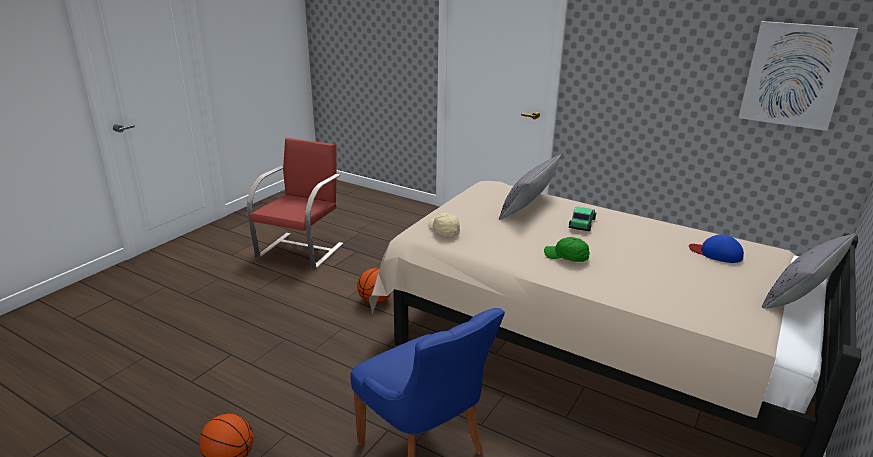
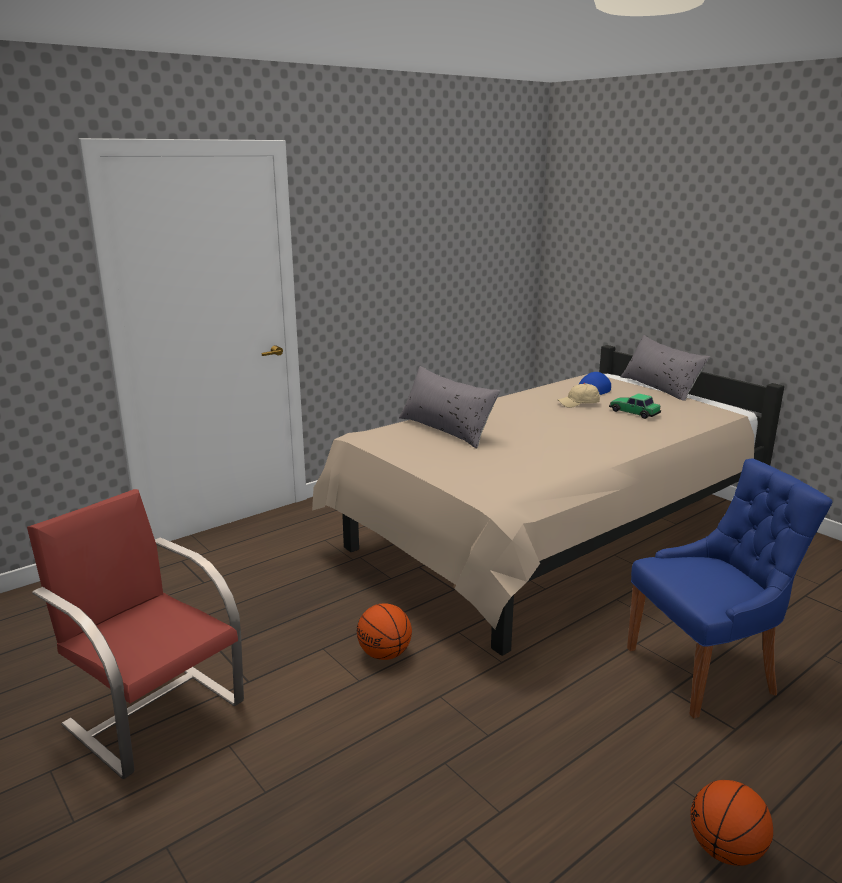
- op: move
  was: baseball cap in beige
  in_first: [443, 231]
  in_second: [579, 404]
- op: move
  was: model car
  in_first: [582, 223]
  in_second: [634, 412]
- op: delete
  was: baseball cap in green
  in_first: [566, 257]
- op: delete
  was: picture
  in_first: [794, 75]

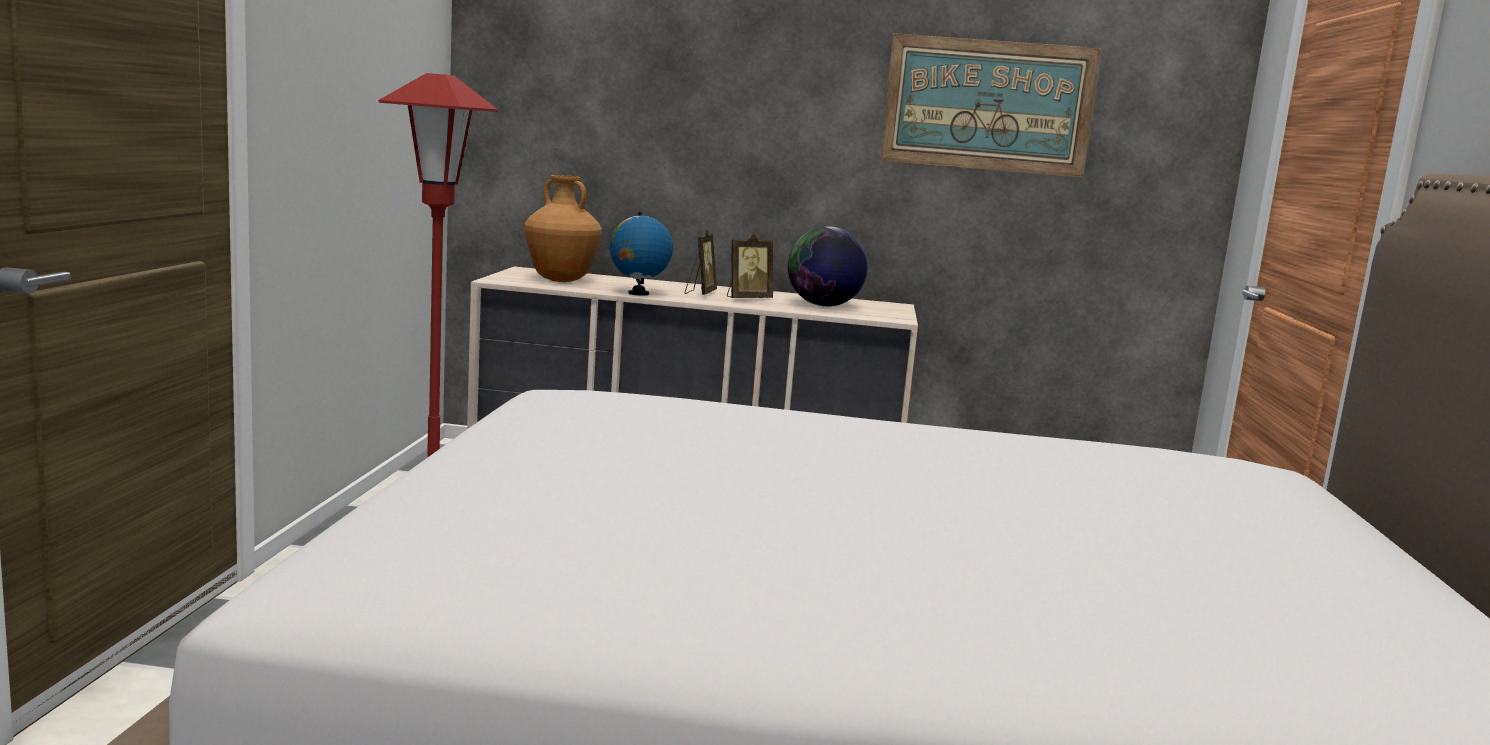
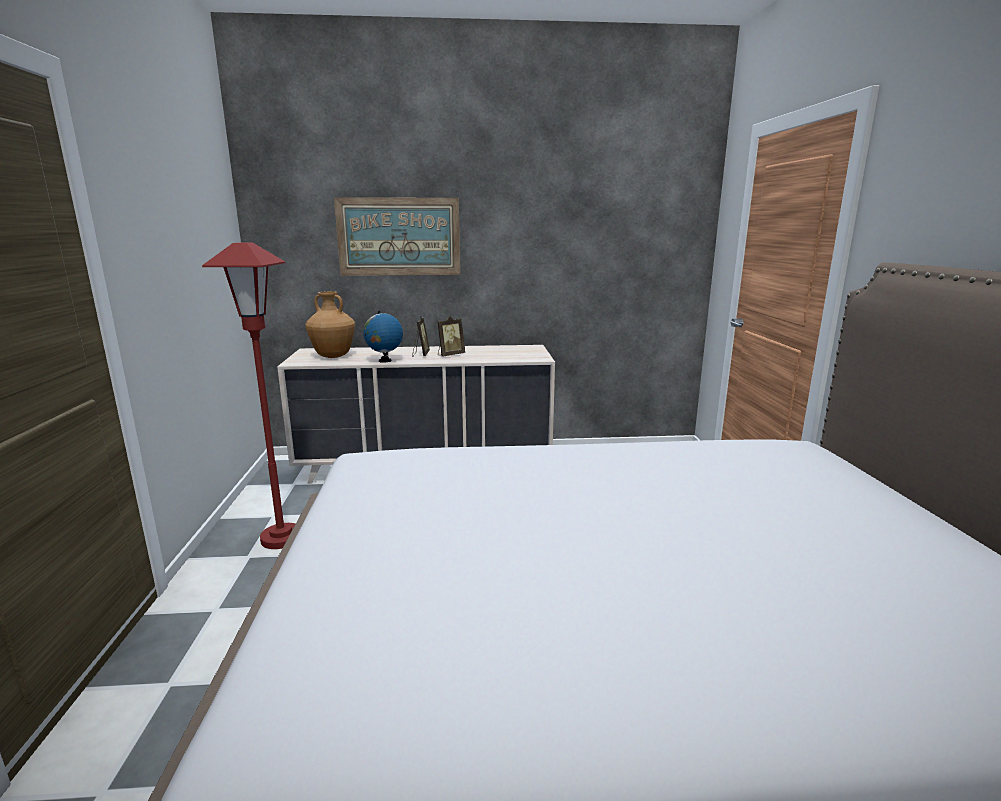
- op: move
  was: picture
  in_first: [987, 105]
  in_second: [399, 237]
- op: delete
  was: globe
  in_first: [823, 305]

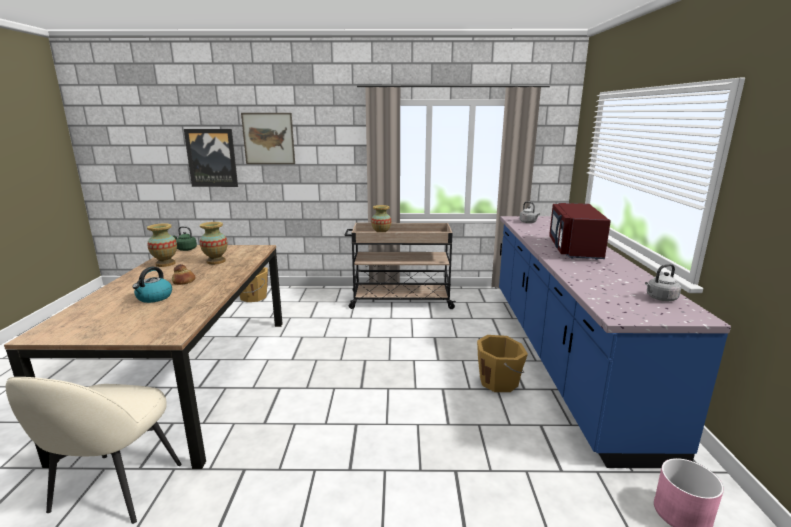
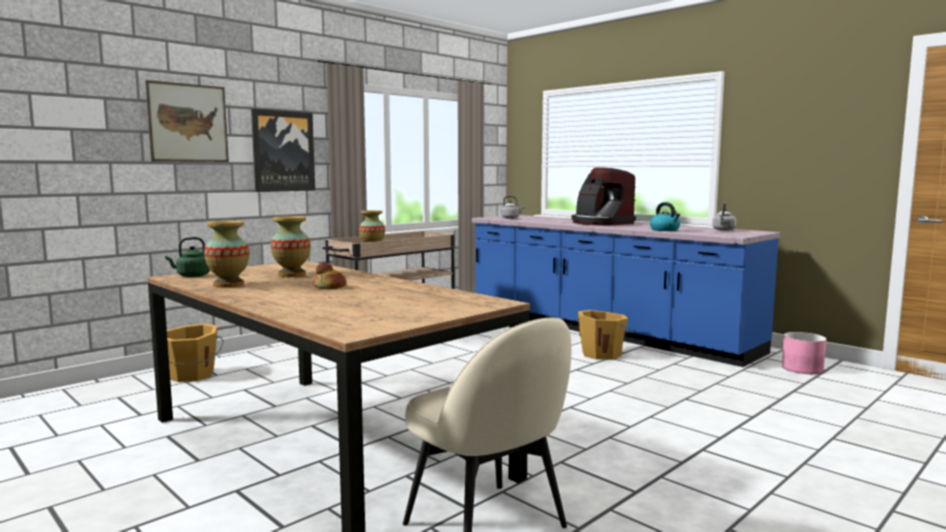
- op: move
  was: picture
  in_first: [212, 158]
  in_second: [283, 151]
- op: replace
  was: kitchen microwave in red
  now: coffee brewer
  in_first: [573, 249]
  in_second: [601, 223]
- op: move
  was: water kettle
  in_first: [154, 298]
  in_second: [665, 230]

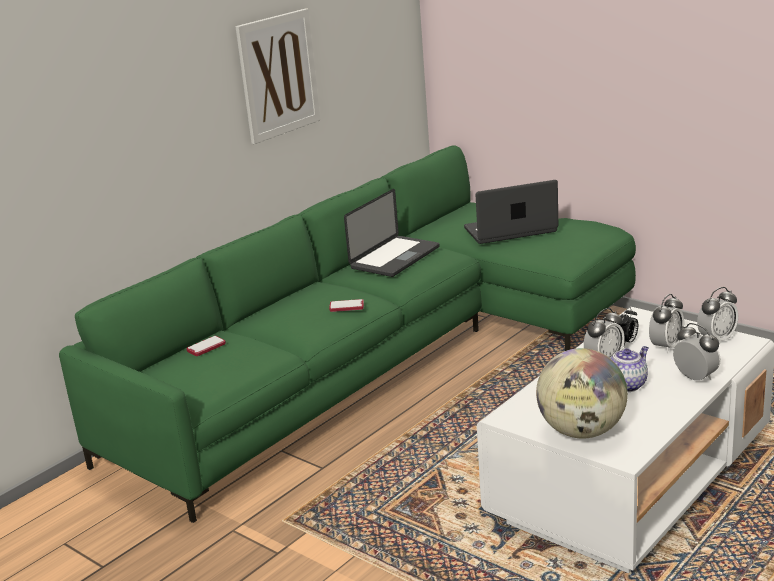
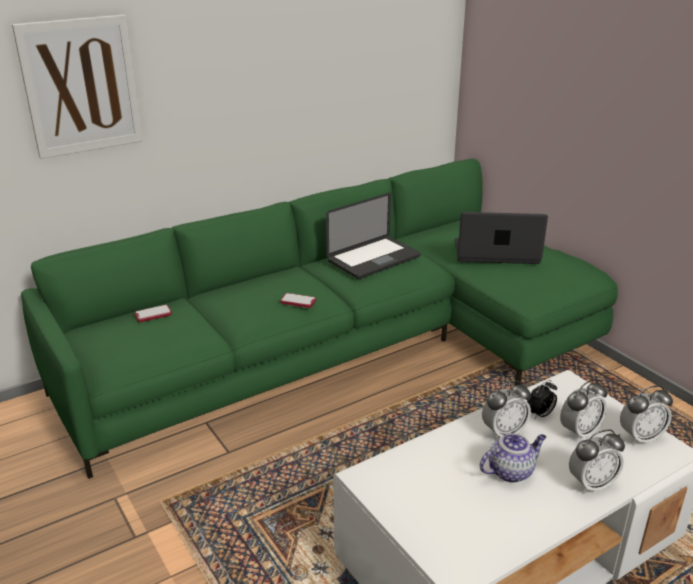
- op: move
  was: picture
  in_first: [278, 75]
  in_second: [81, 86]
- op: rotate
  was: table clock
  in_first: [695, 378]
  in_second: [591, 484]
  clockwise: 90
- op: delete
  was: globe
  in_first: [581, 431]

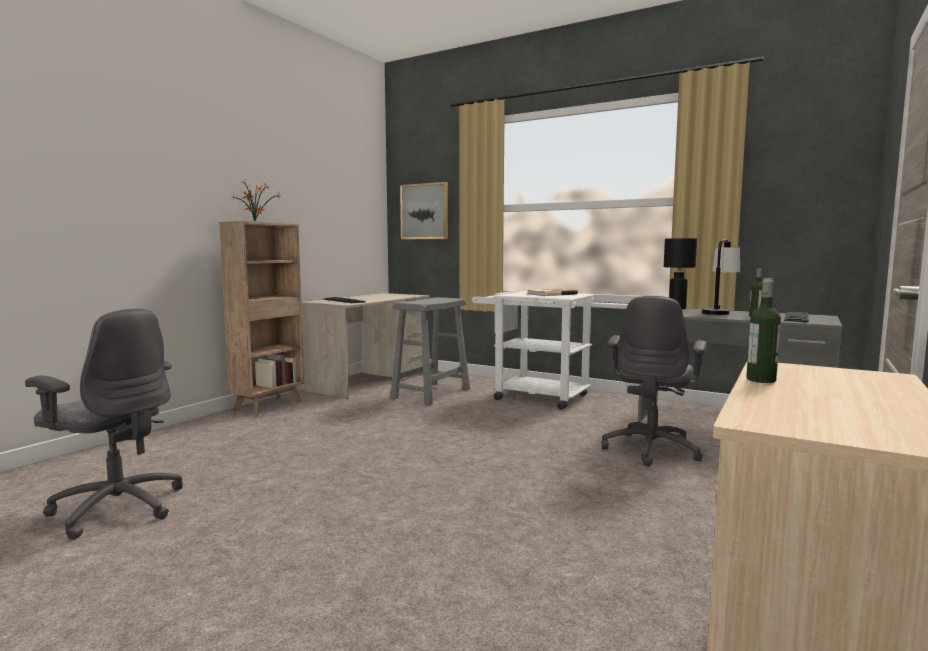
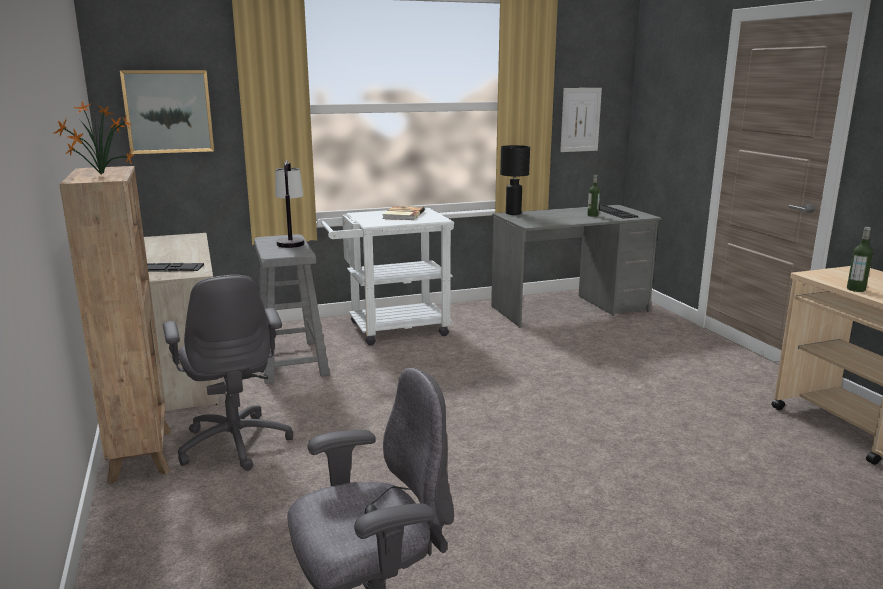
- op: move
  was: office chair in grey
  in_first: [651, 449]
  in_second: [235, 443]
- op: move
  was: lamp for a table
  in_first: [719, 312]
  in_second: [290, 241]
- op: insert
  now: picture
  in_second: [580, 120]

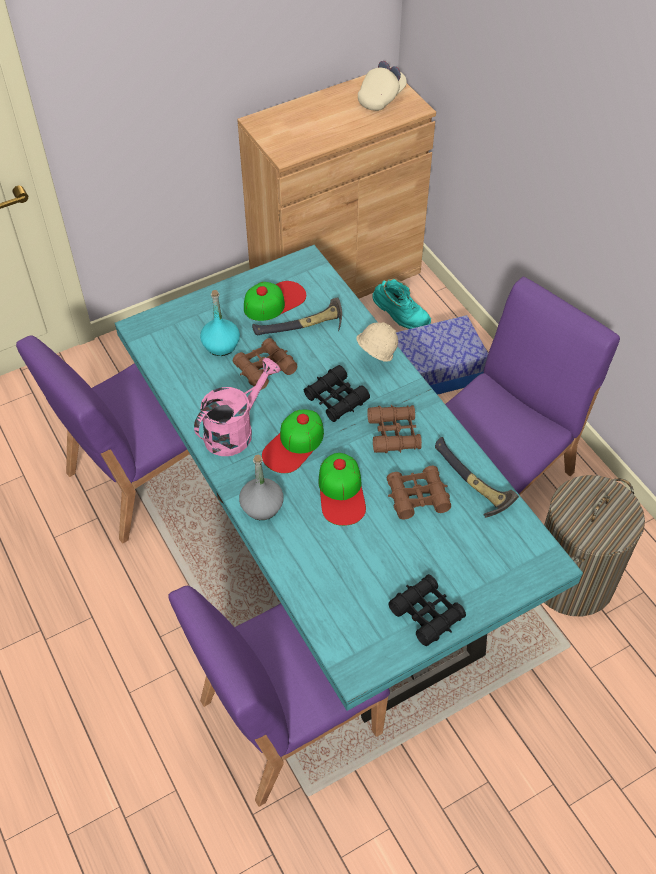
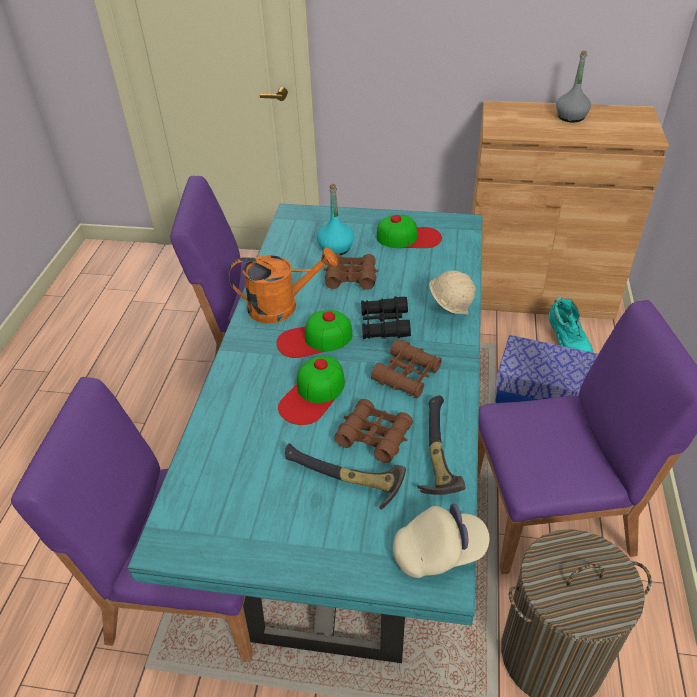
- op: recolor
  was: watering can in pink-coloured
  now: watering can in orangey
  in_first: [235, 430]
  in_second: [282, 307]
- op: move
  was: tool hammer
  in_first: [302, 329]
  in_second: [345, 481]
- op: move
  was: baseball cap in beige
  in_first: [381, 97]
  in_second: [439, 552]
- op: move
  was: drink bottle in grey
  in_first: [262, 507]
  in_second: [571, 117]
- op: delete
  was: pair of binoculars in black
  in_first: [426, 613]

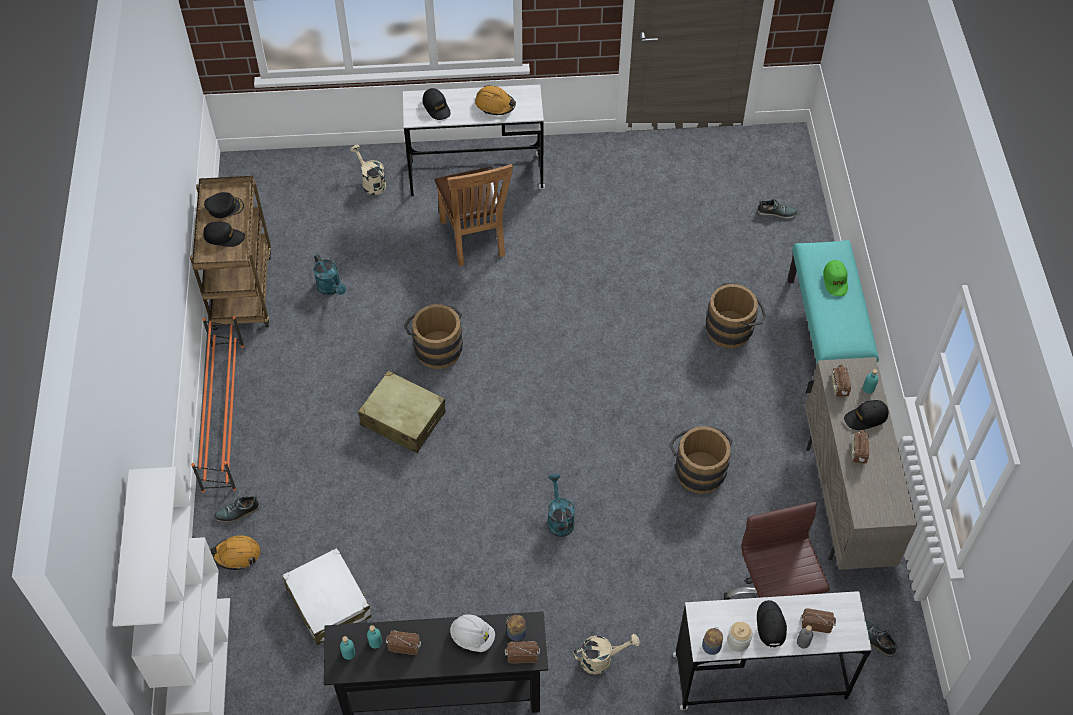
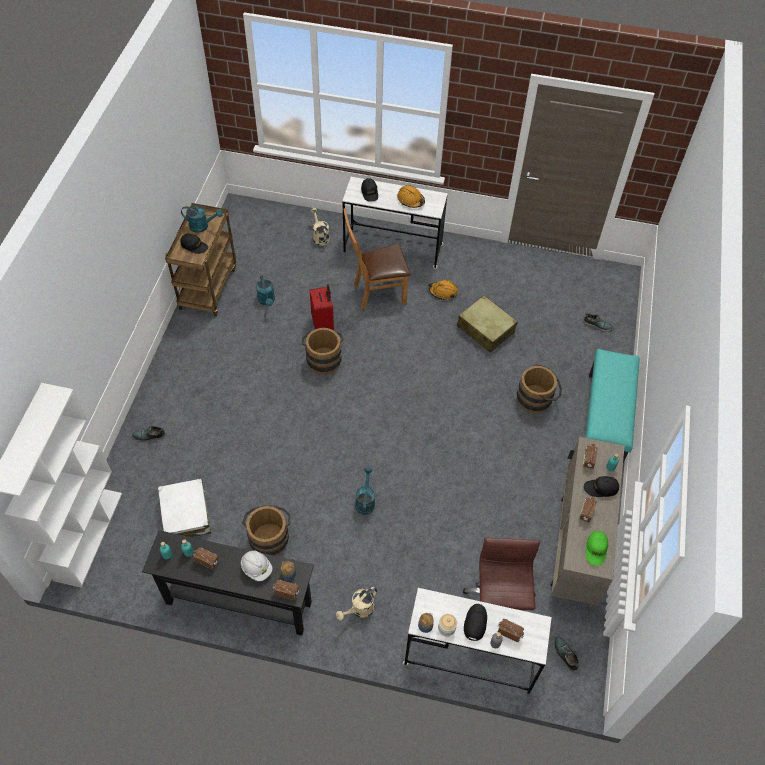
- op: replace
  was: baseball cap in black
  now: watering can in blue-green
  in_first: [224, 207]
  in_second: [202, 226]
- op: move
  was: pail in brown-coloured
  in_first: [698, 468]
  in_second: [269, 536]
- op: insert
  now: suitcase in red
  in_second: [323, 324]
- op: rotate
  was: watering can in beige
  in_first: [601, 659]
  in_second: [359, 610]
  clockwise: 135
- op: rotate
  was: chair in brown-coloured
  in_first: [475, 241]
  in_second: [376, 292]
  clockwise: 75
- op: move
  was: hard hat in orangey
  in_first: [237, 554]
  in_second: [443, 292]
- op: move
  was: suitcase in beige
  in_first: [403, 419]
  in_second: [485, 329]
- op: move
  was: baseball cap in green
  in_first: [835, 281]
  in_second: [596, 549]
- op: delete
  was: shoe stand in orangey
  in_first: [224, 415]

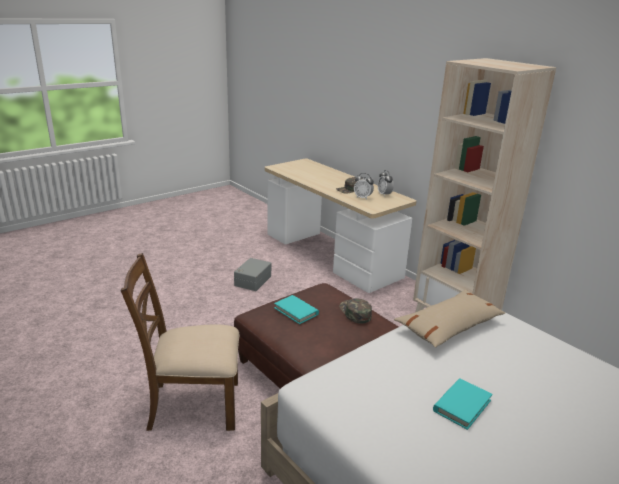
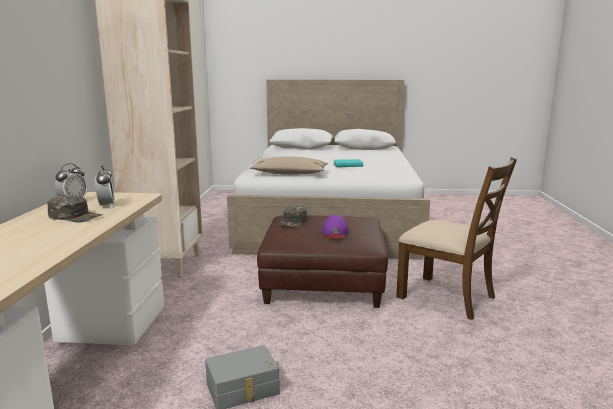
- op: replace
  was: book in blue-green
  now: baseball cap in purple
  in_first: [296, 311]
  in_second: [335, 233]

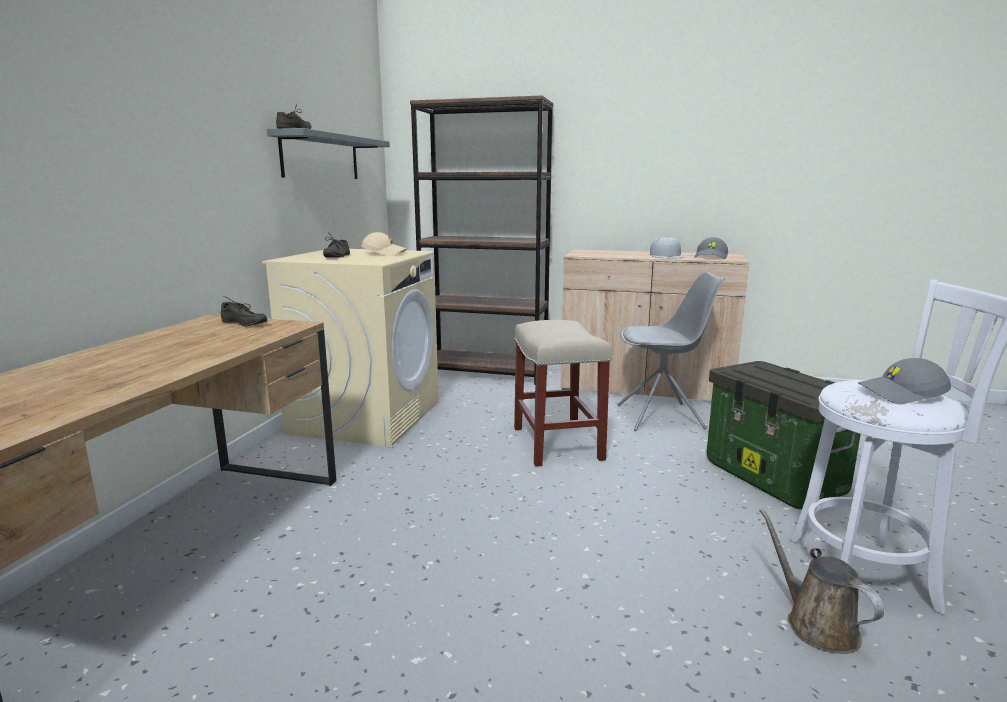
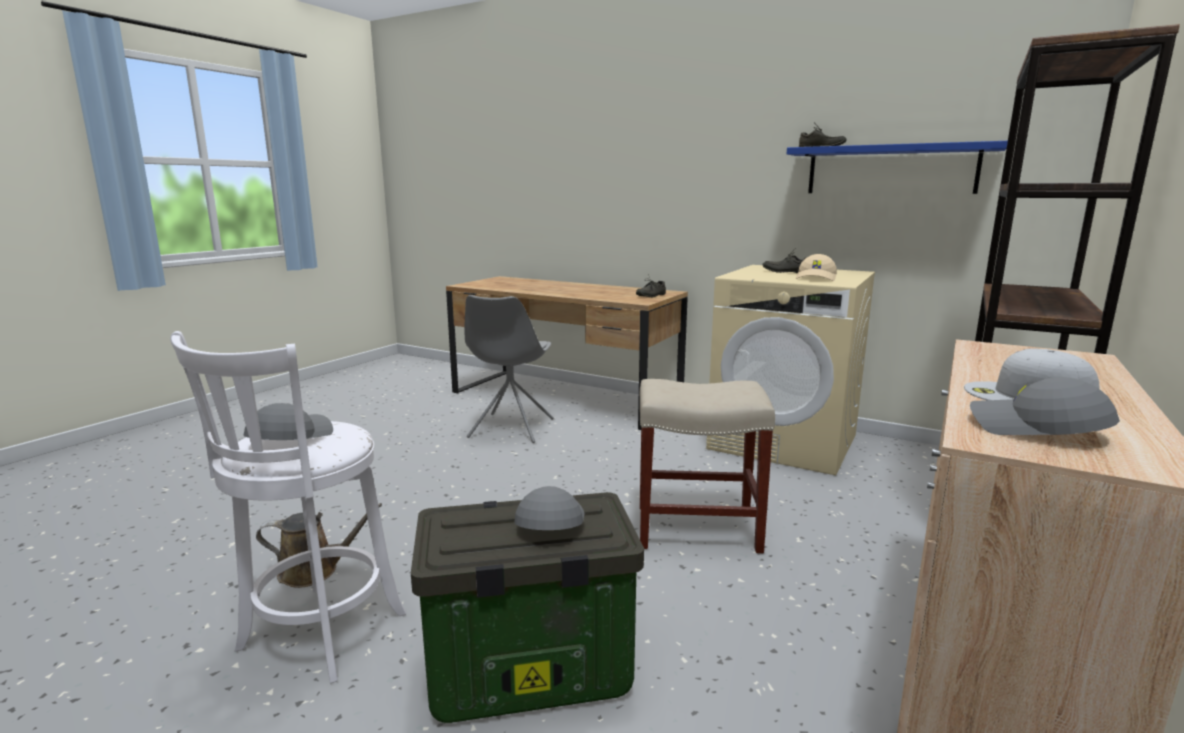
- op: move
  was: chair in grey
  in_first: [661, 417]
  in_second: [510, 429]
- op: insert
  now: baseball cap in grey
  in_second: [548, 522]
- op: recolor
  was: bracket shelf in grey
  now: bracket shelf in blue
  in_first: [321, 157]
  in_second: [890, 170]

